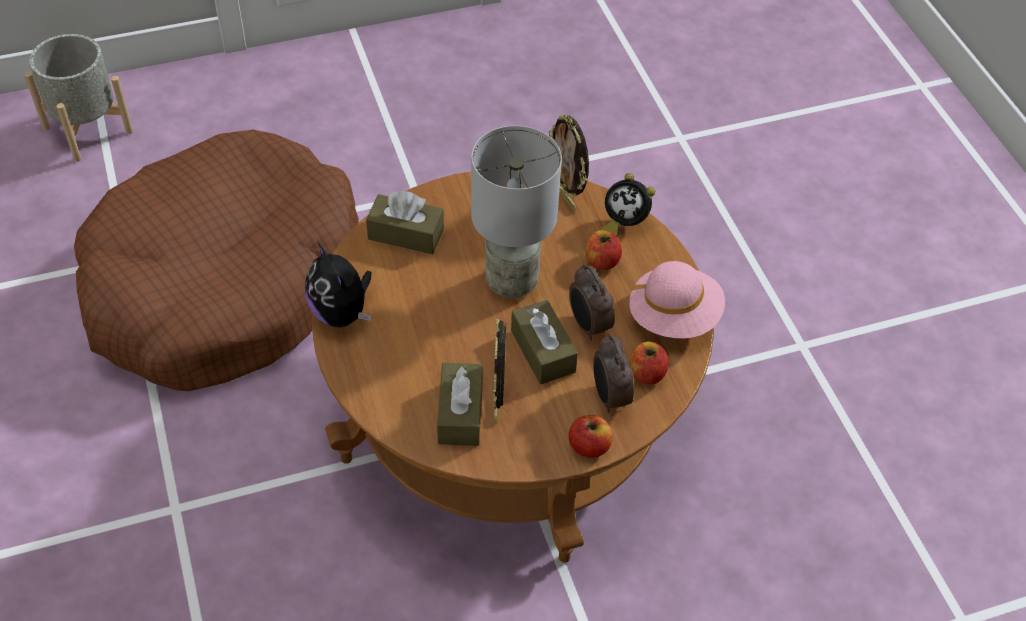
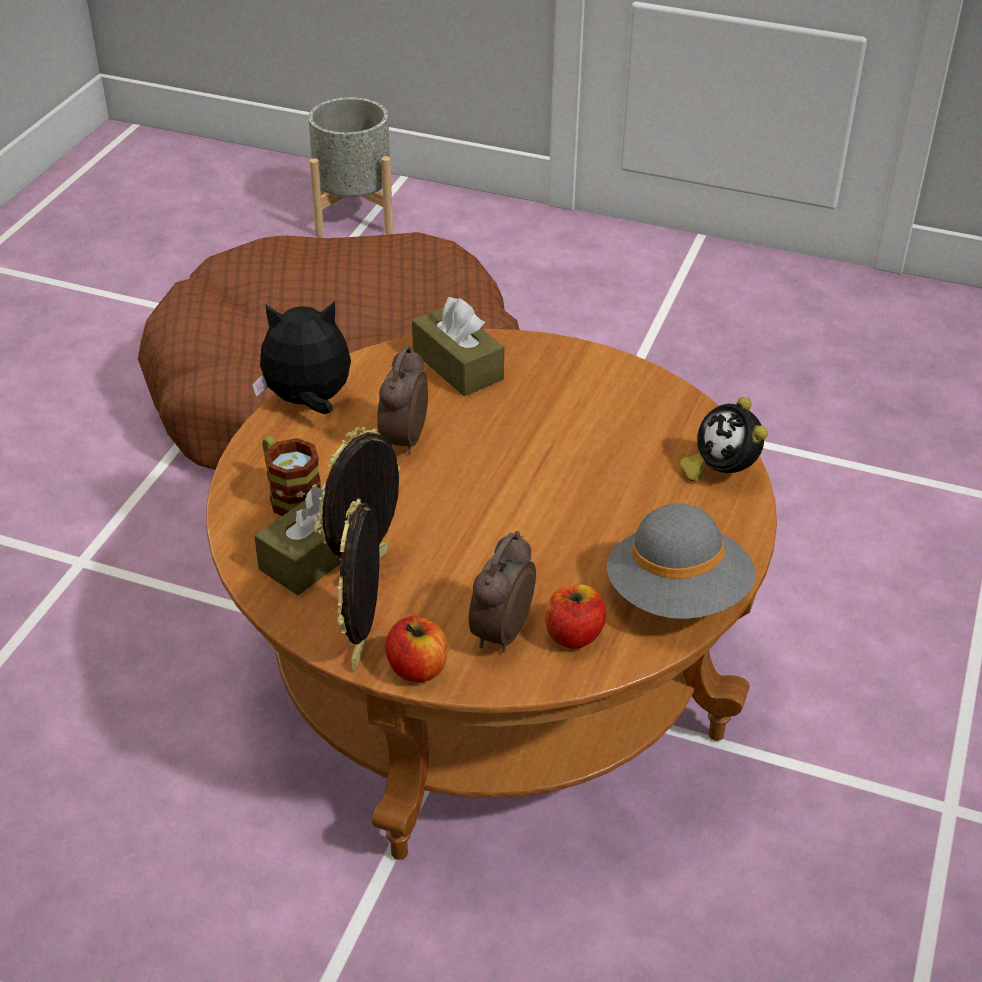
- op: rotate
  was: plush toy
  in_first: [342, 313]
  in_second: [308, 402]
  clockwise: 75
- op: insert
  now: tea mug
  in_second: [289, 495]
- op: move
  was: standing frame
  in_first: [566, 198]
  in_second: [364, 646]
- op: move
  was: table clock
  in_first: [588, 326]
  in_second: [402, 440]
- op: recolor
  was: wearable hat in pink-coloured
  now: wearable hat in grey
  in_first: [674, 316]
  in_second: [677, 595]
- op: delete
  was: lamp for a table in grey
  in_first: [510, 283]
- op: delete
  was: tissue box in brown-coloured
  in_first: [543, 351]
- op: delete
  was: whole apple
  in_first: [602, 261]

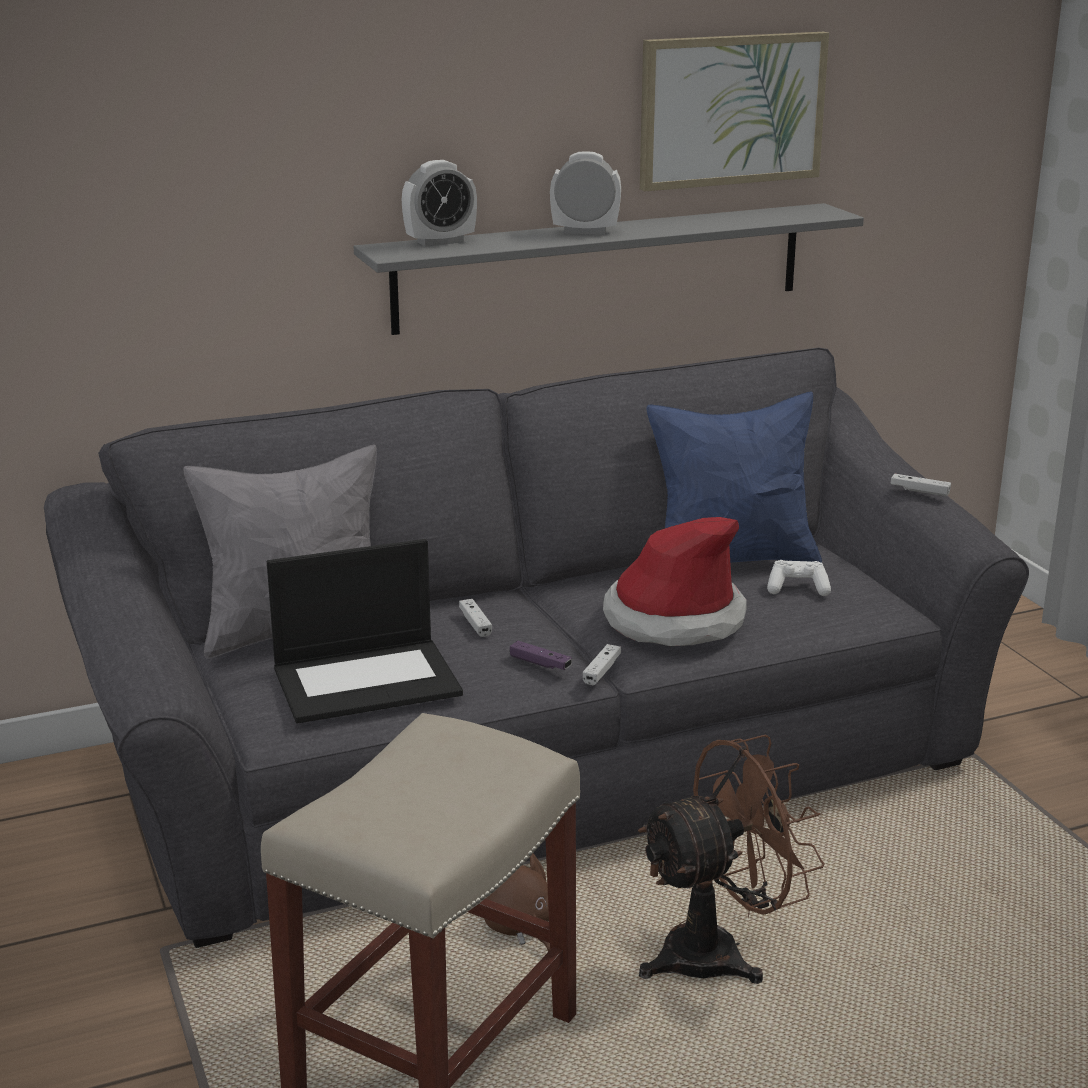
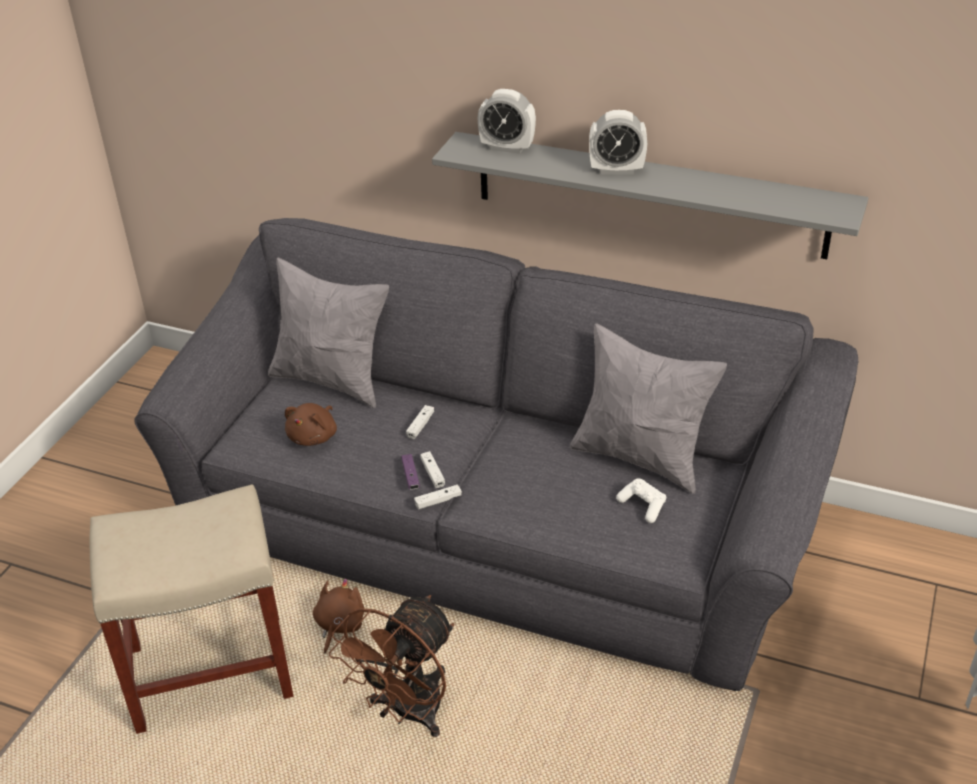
- op: replace
  was: laptop
  now: plush toy in brown-coloured
  in_first: [368, 680]
  in_second: [314, 436]
- op: rotate
  was: cooling fan in brown-coloured
  in_first: [719, 952]
  in_second: [408, 713]
  clockwise: 105
- op: move
  was: gamepad in whitish
  in_first: [919, 491]
  in_second: [432, 473]
- op: recolor
  was: throw pillow in blue
  now: throw pillow in grey
  in_first: [731, 561]
  in_second: [641, 458]
- op: rotate
  was: table clock
  in_first: [585, 231]
  in_second: [616, 170]
  clockwise: 135
- op: delete
  was: wearable hat
  in_first: [673, 619]
- op: delete
  was: picture
  in_first: [731, 110]

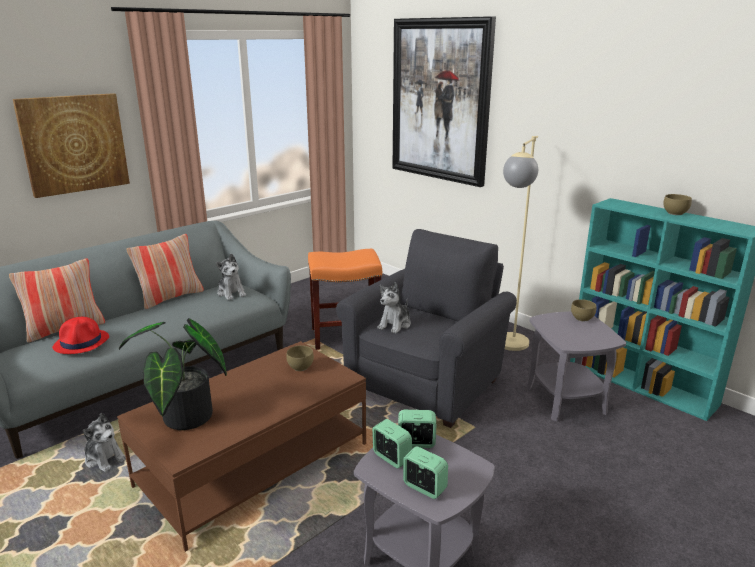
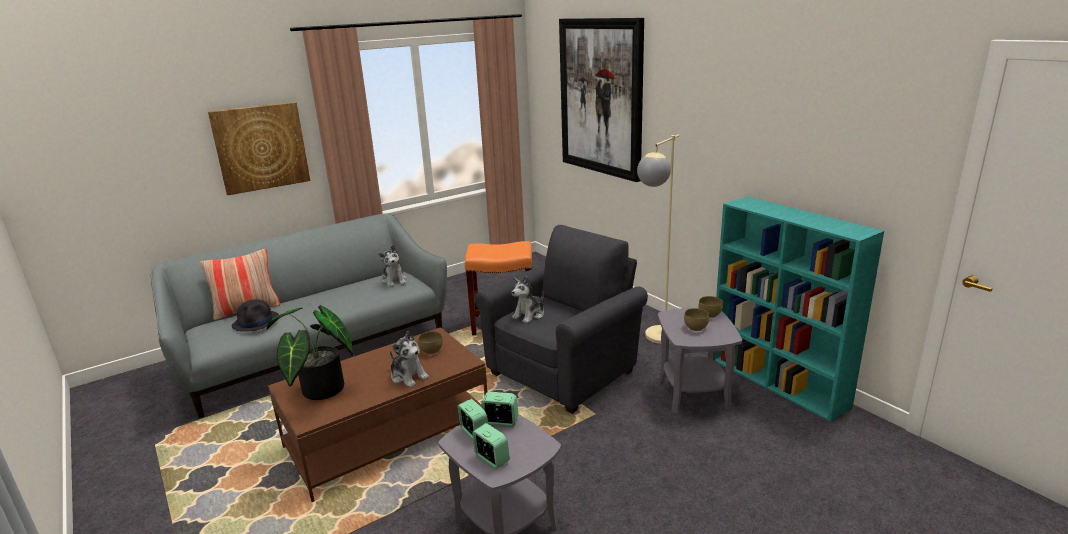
- op: recolor
  was: wearable hat in red
  now: wearable hat in black
  in_first: [82, 342]
  in_second: [256, 322]
- op: move
  was: plush toy
  in_first: [105, 458]
  in_second: [408, 376]
- op: move
  was: deep dish in brown-coloured
  in_first: [674, 213]
  in_second: [695, 328]
- op: delete
  was: throw pillow
  in_first: [170, 297]

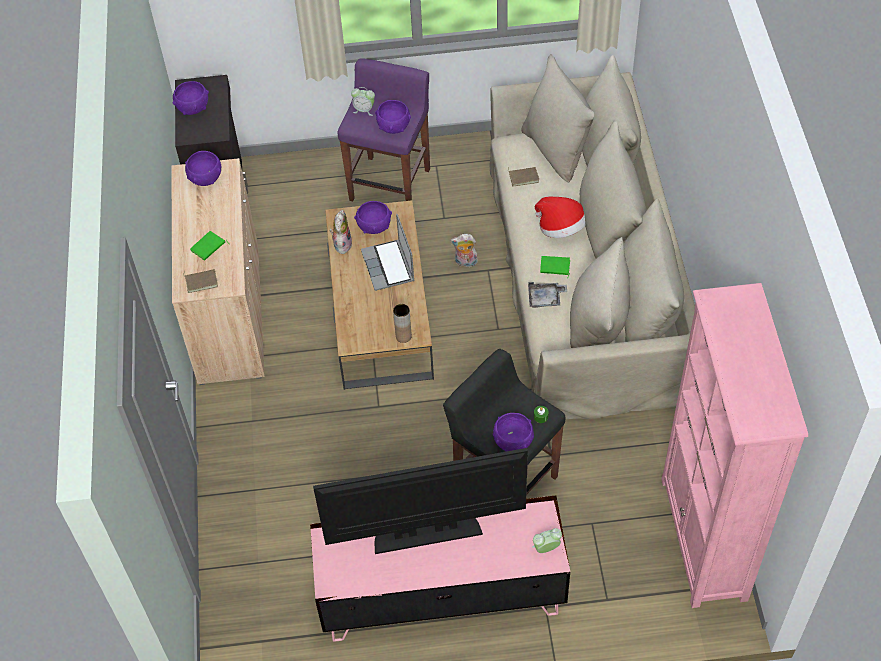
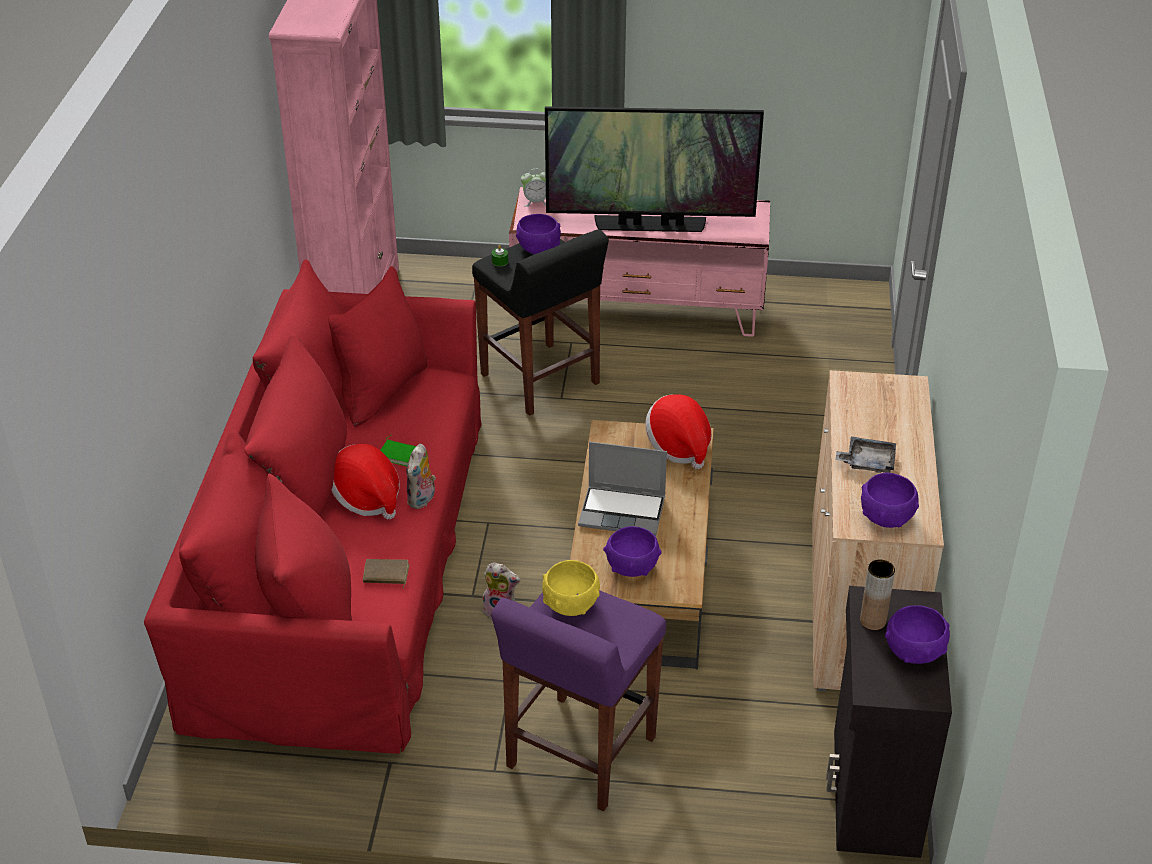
- op: recolor
  was: settee in beige
  now: settee in red
  in_first: [583, 277]
  in_second: [344, 562]
- op: move
  was: plush toy
  in_first: [341, 244]
  in_second: [422, 500]
- op: recolor
  was: deep dish in purple
  now: deep dish in yellow
  in_first: [393, 126]
  in_second: [571, 604]
- op: rotate
  was: laptop
  in_first: [389, 266]
  in_second: [623, 511]
  clockwise: 105
- op: insert
  now: wearable hat
  in_second: [679, 446]
- op: move
  was: carrying tray in grey
  in_first: [545, 298]
  in_second: [867, 462]
- op: move
  was: flower vase in brown-coloured
  in_first: [403, 336]
  in_second: [873, 621]
- op: delete
  was: book in brown-coloured
  in_first: [201, 281]
- op: delete
  was: book in green
  in_first: [208, 247]
- op: delete
  was: table clock
  in_first: [364, 110]

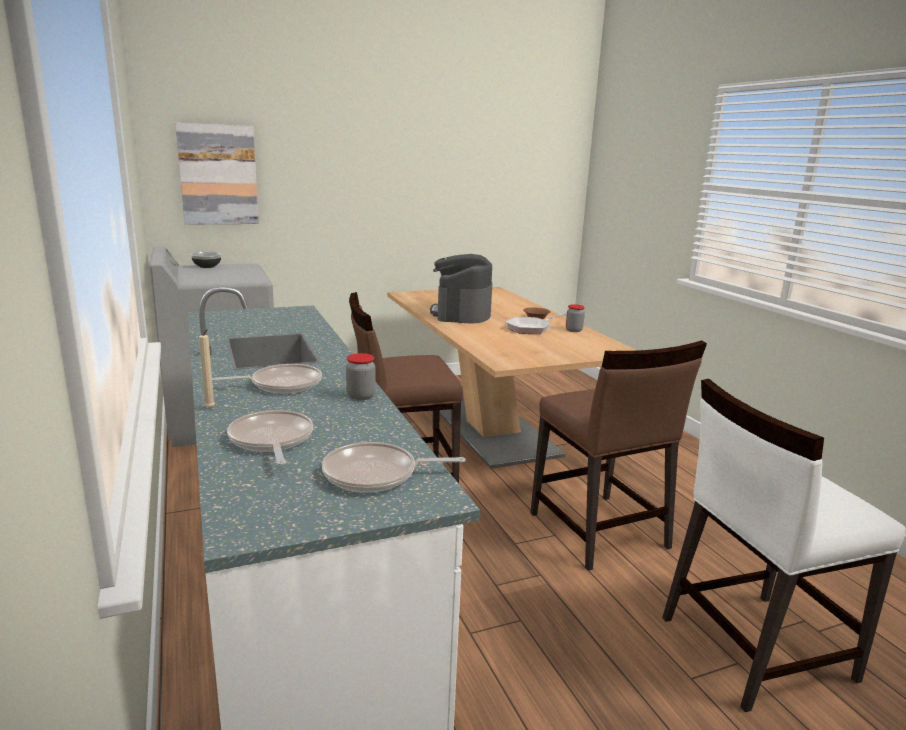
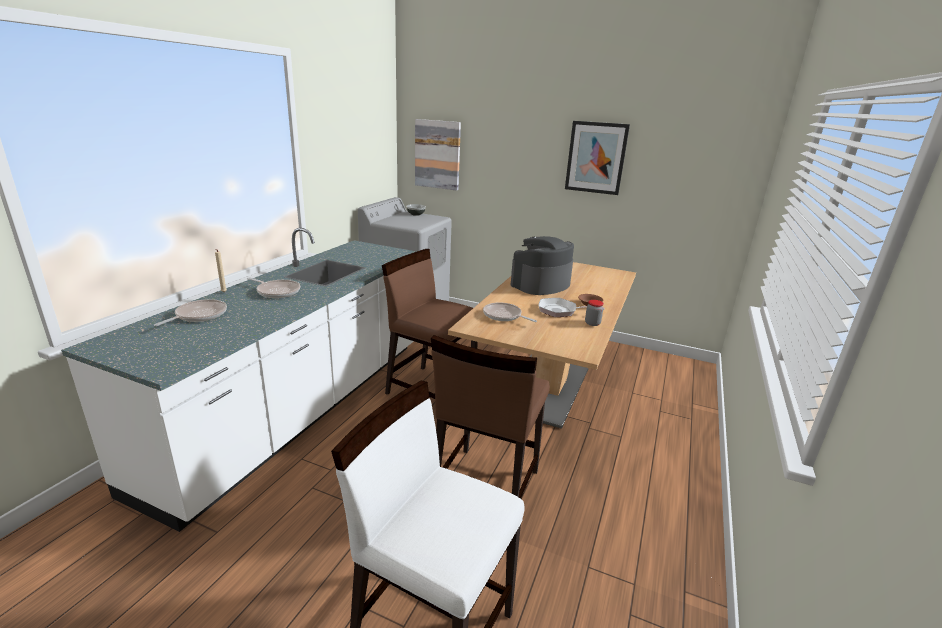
- op: move
  was: pan
  in_first: [376, 474]
  in_second: [504, 316]
- op: insert
  now: picture
  in_second: [596, 158]
- op: delete
  was: jar
  in_first: [360, 396]

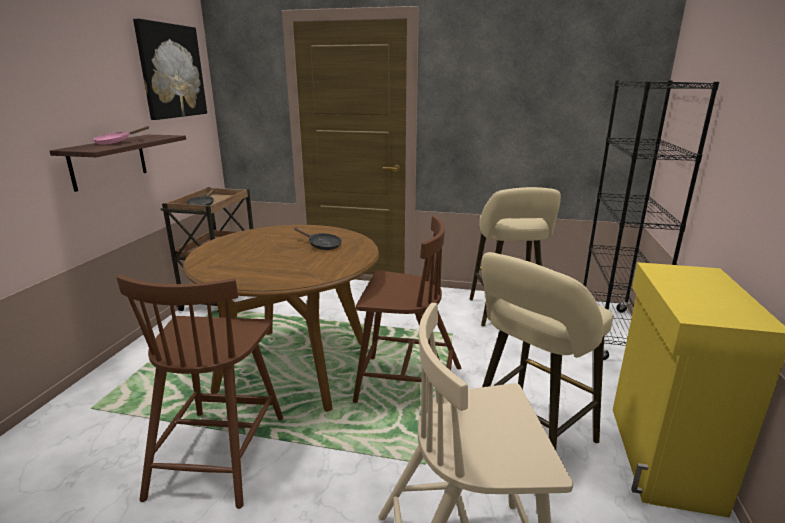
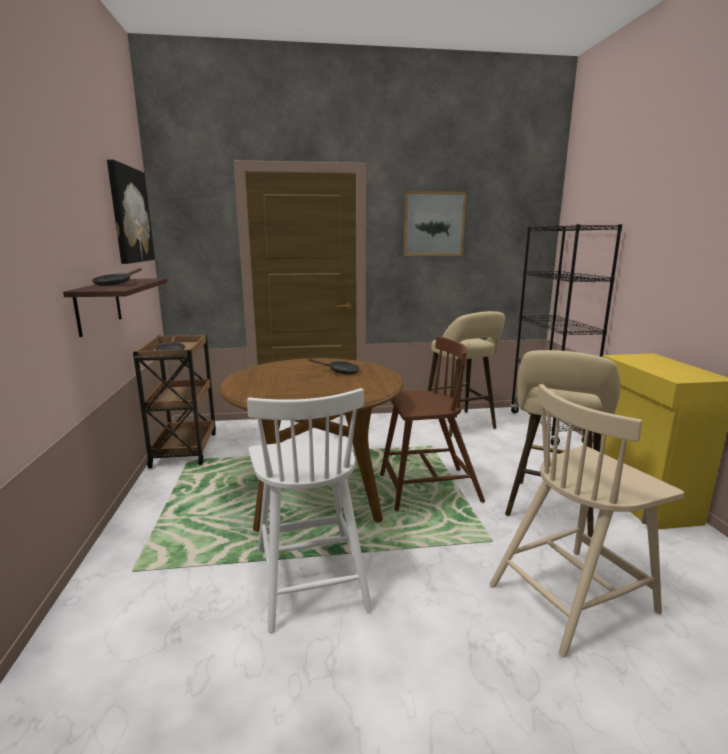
- op: recolor
  was: pan in pink-coloured
  now: pan in black
  in_first: [116, 142]
  in_second: [115, 284]
- op: recolor
  was: chair in brown-coloured
  now: chair in whitish
  in_first: [219, 452]
  in_second: [310, 575]
- op: insert
  now: picture
  in_second: [433, 224]

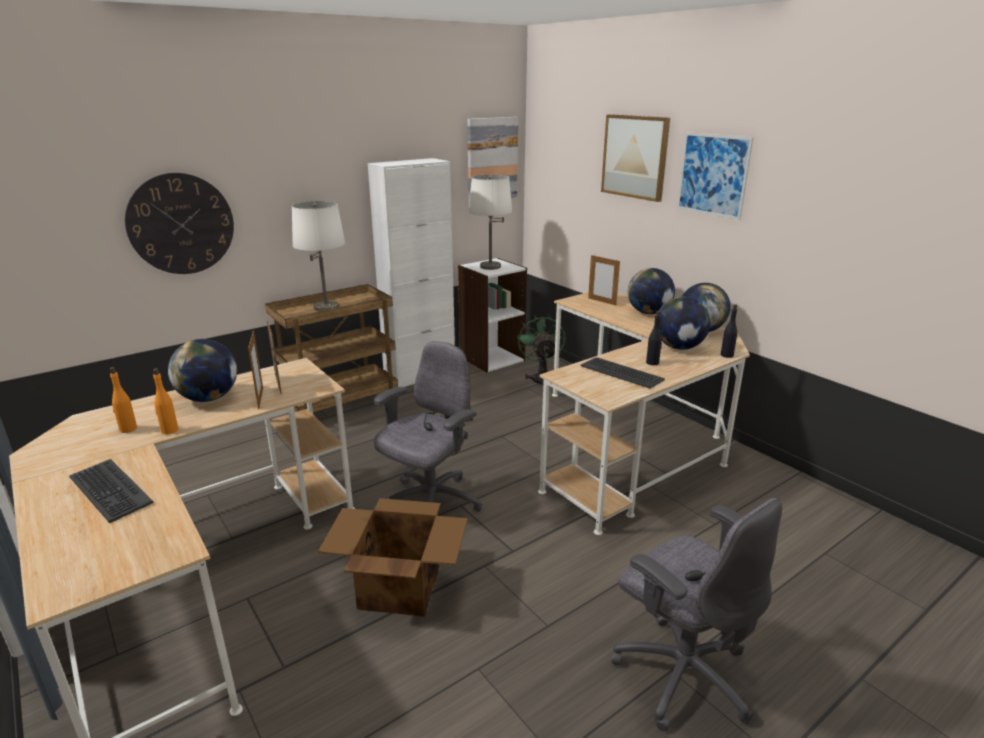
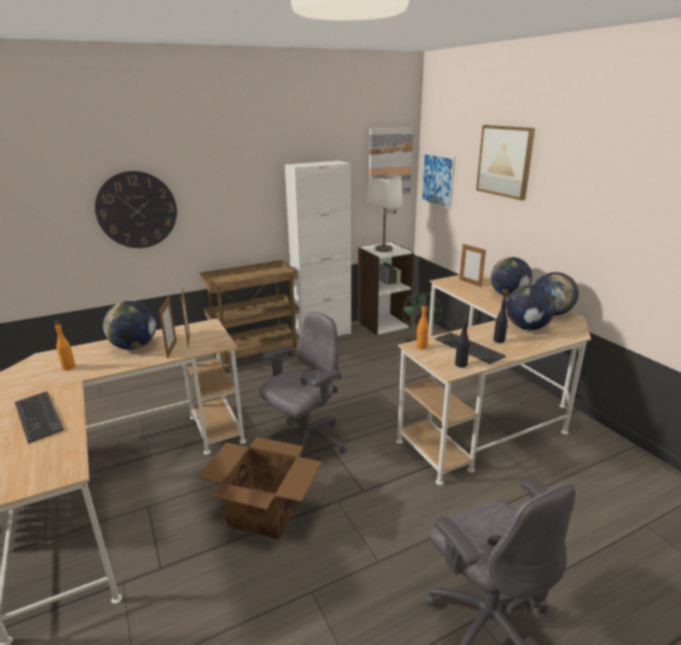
- op: move
  was: drink bottle in orangey
  in_first: [169, 430]
  in_second: [421, 347]
- op: move
  was: picture
  in_first: [713, 175]
  in_second: [437, 180]
- op: move
  was: drink bottle in black
  in_first: [727, 355]
  in_second: [461, 364]
- op: delete
  was: lamp for a table in whitish
  in_first: [326, 307]

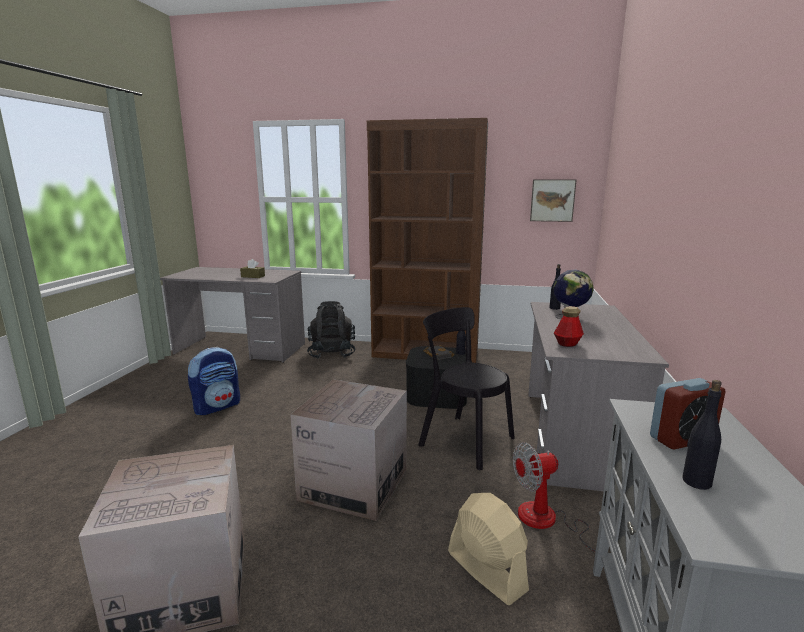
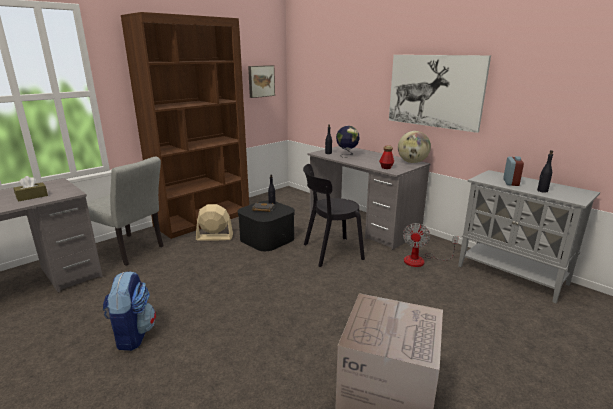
- op: replace
  was: rucksack in black
  now: chair in grey
  in_first: [332, 353]
  in_second: [131, 251]
- op: move
  was: cooling fan in beige
  in_first: [486, 570]
  in_second: [214, 237]
- op: insert
  now: picture
  in_second: [435, 91]
- op: insert
  now: globe
  in_second: [412, 162]
- op: delete
  was: packing box
  in_first: [354, 484]

